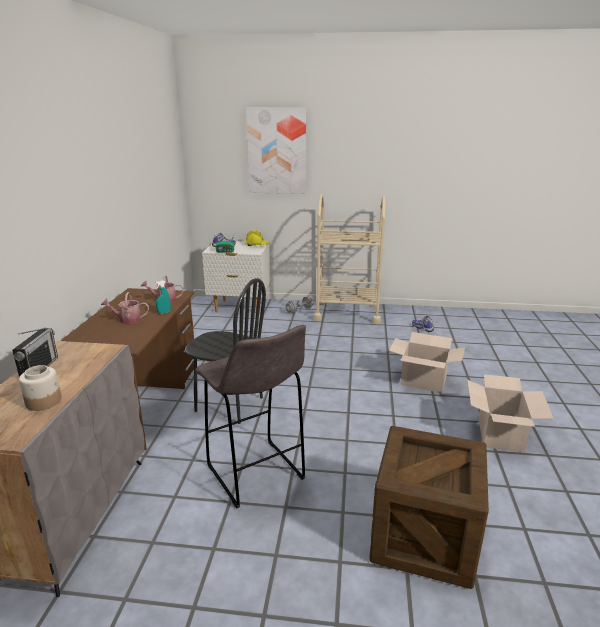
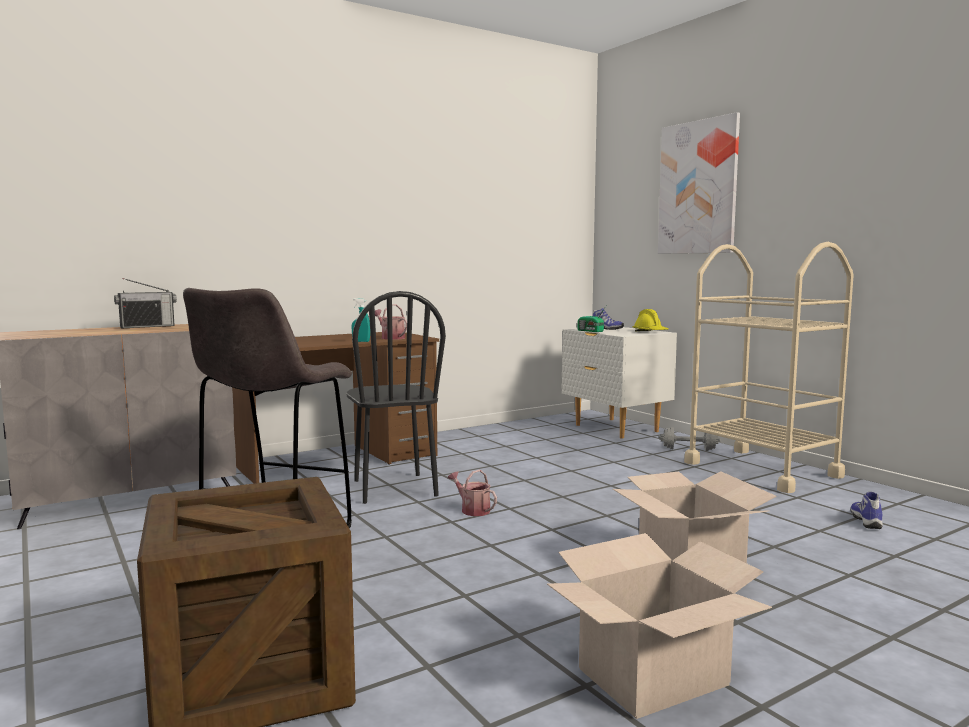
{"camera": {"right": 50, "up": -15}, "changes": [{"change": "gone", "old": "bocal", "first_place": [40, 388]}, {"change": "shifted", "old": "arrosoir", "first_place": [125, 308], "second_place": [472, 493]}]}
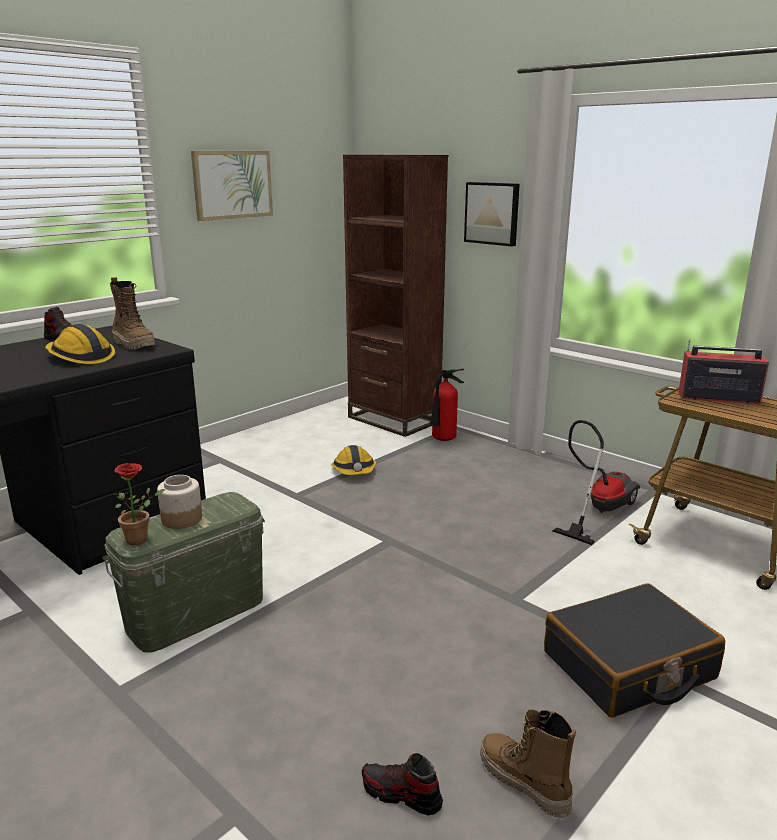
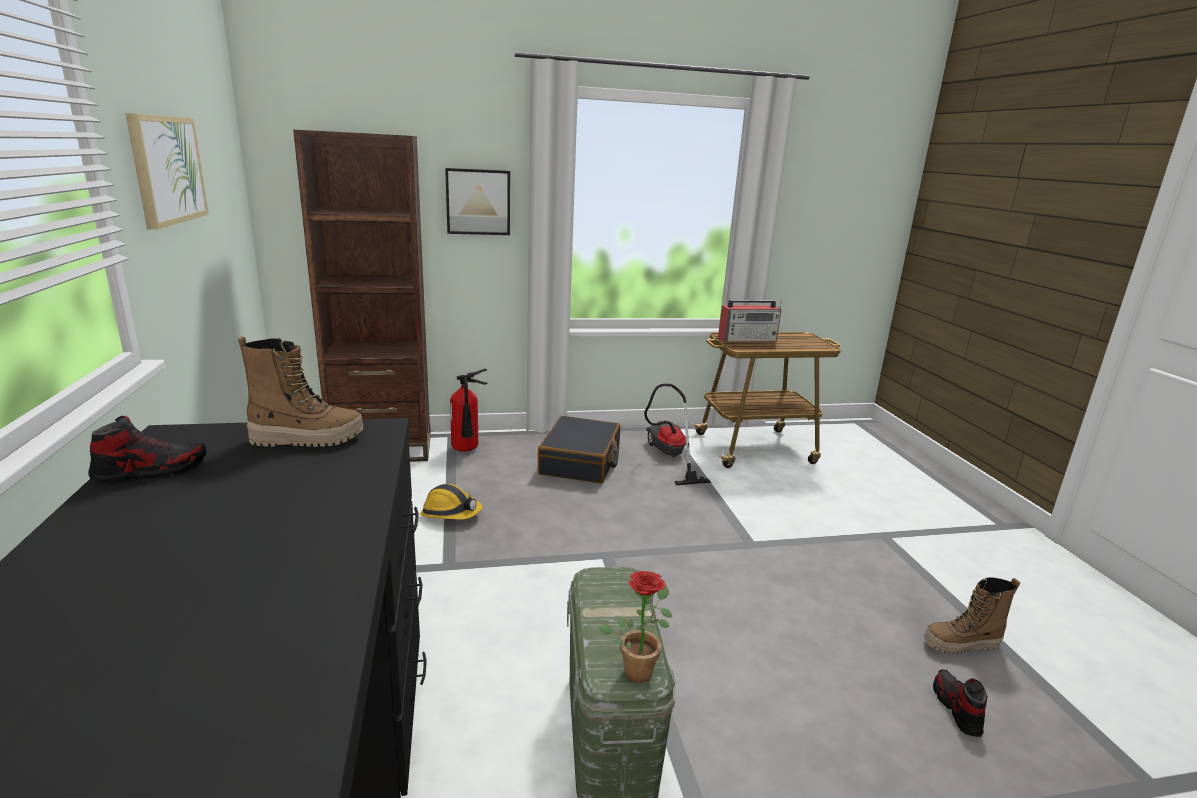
{"camera": {"right": -55, "up": 0}, "changes": [{"change": "gone", "old": "casque de chantier", "first_place": [80, 344]}, {"change": "gone", "old": "bocal", "first_place": [179, 502]}, {"change": "rotated", "old": "chaussure", "first_place": [402, 784], "second_place": [960, 703], "degrees": 120}, {"change": "shifted", "old": "valise [noir]", "first_place": [634, 650], "second_place": [579, 450]}, {"change": "rotated", "old": "radio", "first_place": [724, 372], "second_place": [750, 321], "degrees": -150}]}
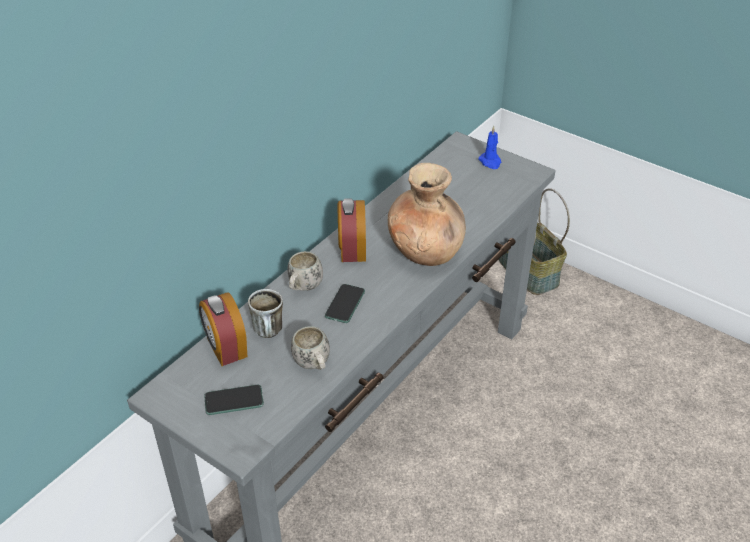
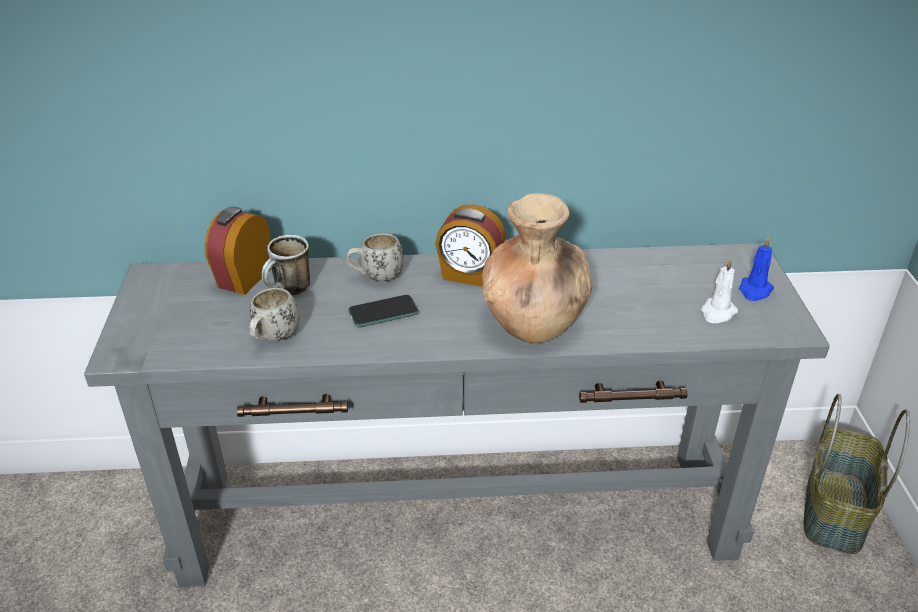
{"camera": {"right": 50, "up": -5}, "changes": [{"change": "gone", "old": "téléphone", "first_place": [234, 400]}, {"change": "rotated", "old": "réveil", "first_place": [351, 230], "second_place": [470, 246], "degrees": -120}, {"change": "new", "new": "bougie [blanc]", "second_place": [719, 290]}]}
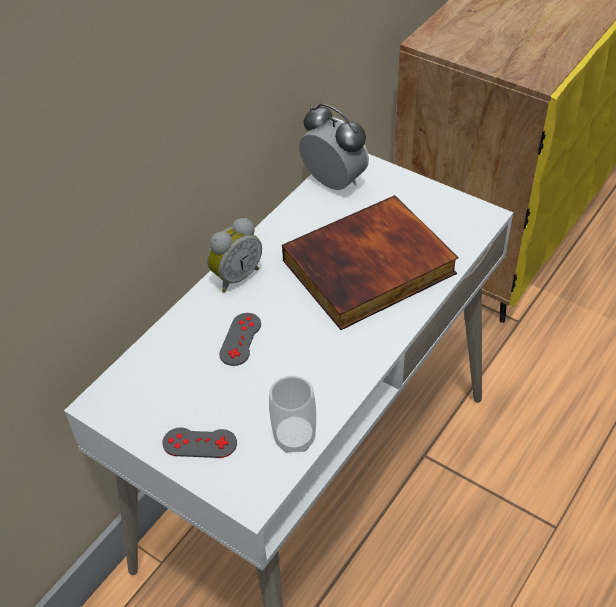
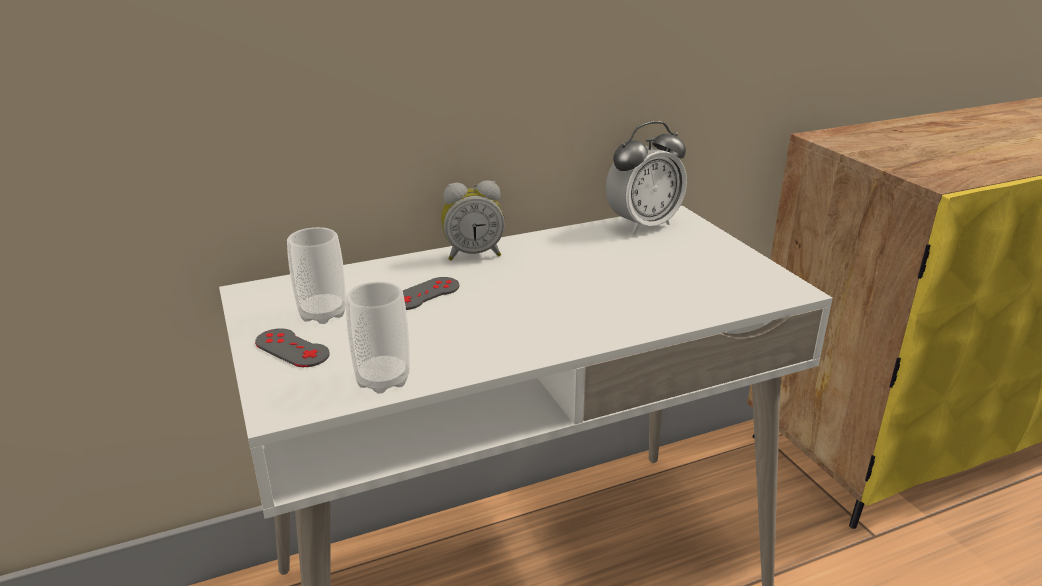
{"camera": {"right": 30, "up": -20}, "changes": [{"change": "gone", "old": "livre", "first_place": [370, 262]}, {"change": "rotated", "old": "réveil", "first_place": [334, 147], "second_place": [646, 177], "degrees": 75}, {"change": "new", "new": "tasse", "second_place": [316, 275]}]}
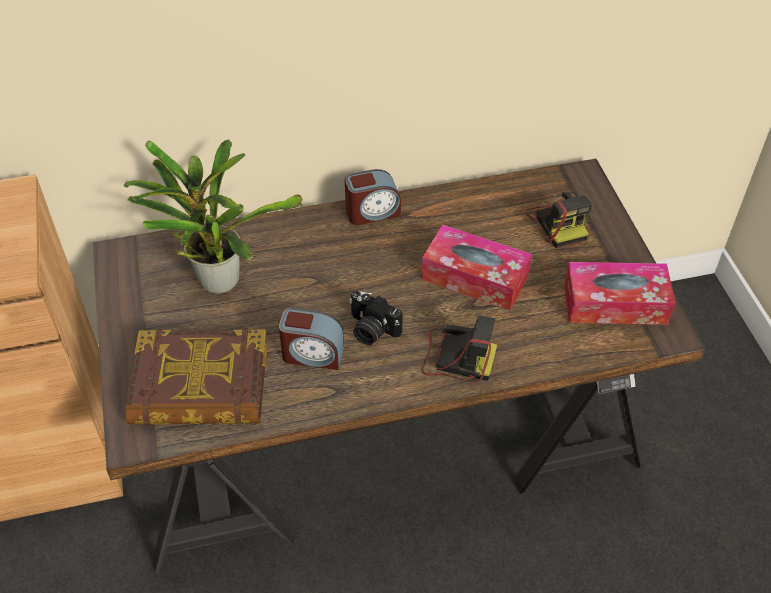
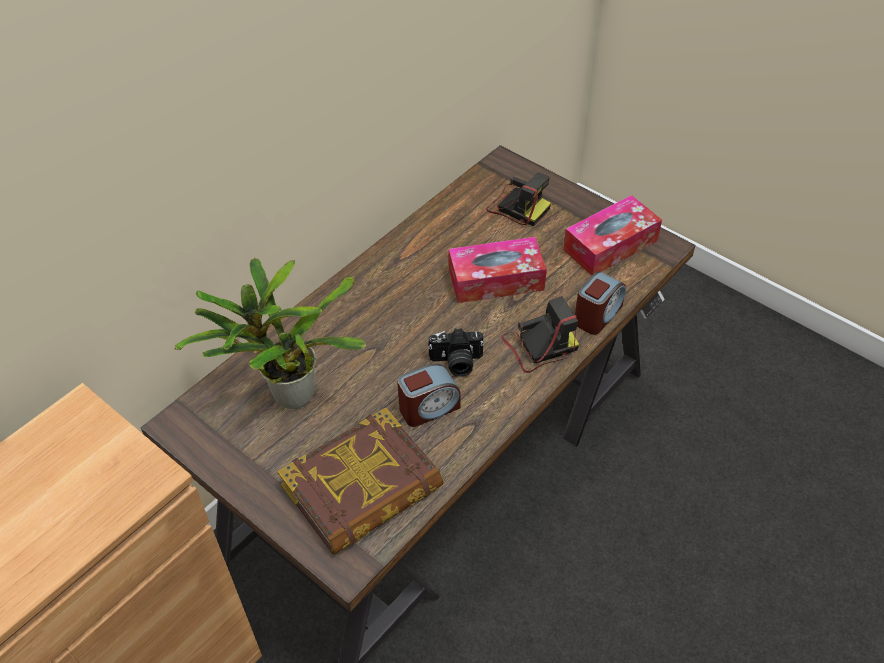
{"camera": {"right": -35, "up": 0}, "changes": [{"change": "shifted", "old": "réveil", "first_place": [373, 197], "second_place": [600, 303]}]}
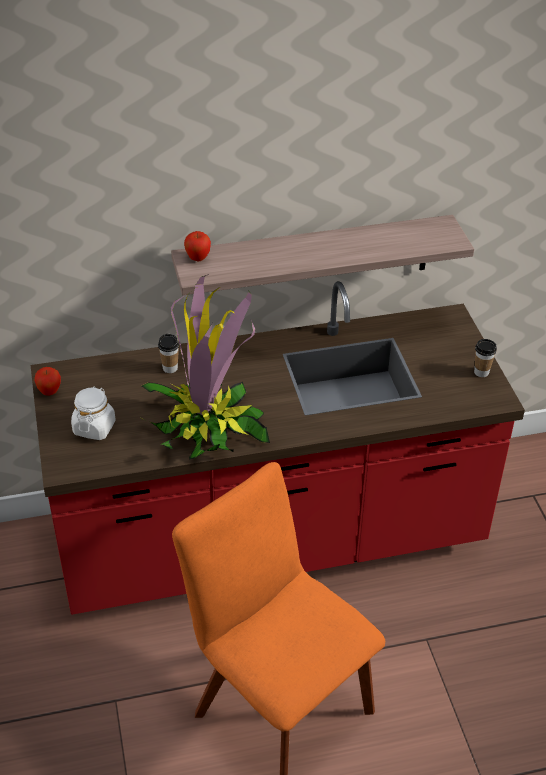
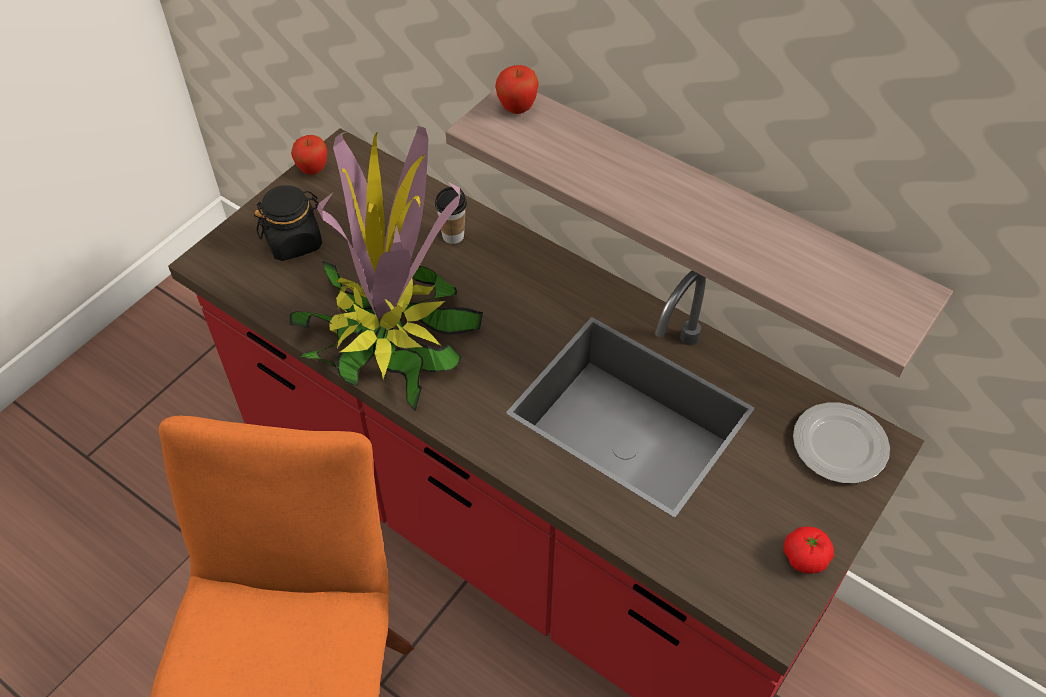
{"camera": {"right": 50, "up": 10}, "changes": [{"change": "repainted", "old": "bocal [blanc]", "new": "bocal [noir]", "first_place": [93, 413], "second_place": [288, 223]}, {"change": "swapped", "old": "tasse", "new": "tomate", "first_place": [485, 358], "second_place": [809, 550]}, {"change": "new", "new": "assiette", "second_place": [841, 443]}]}
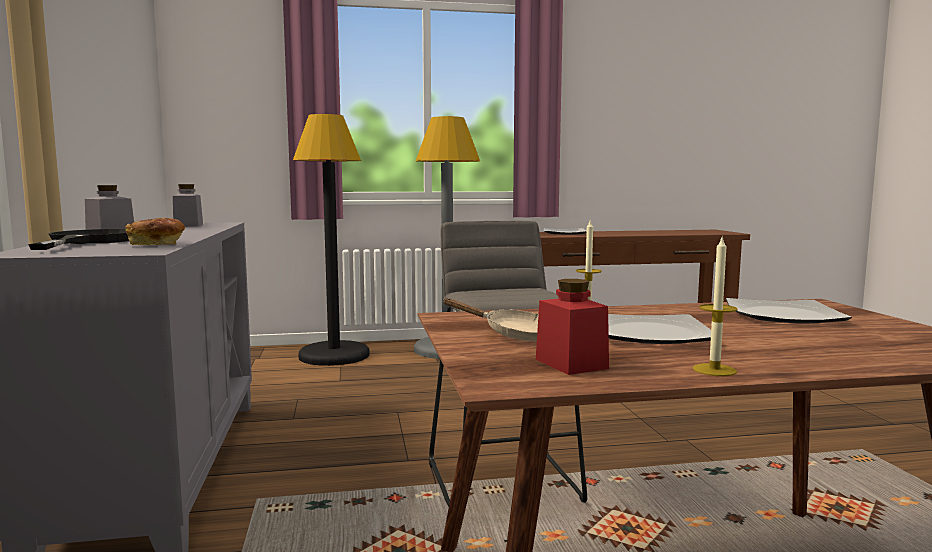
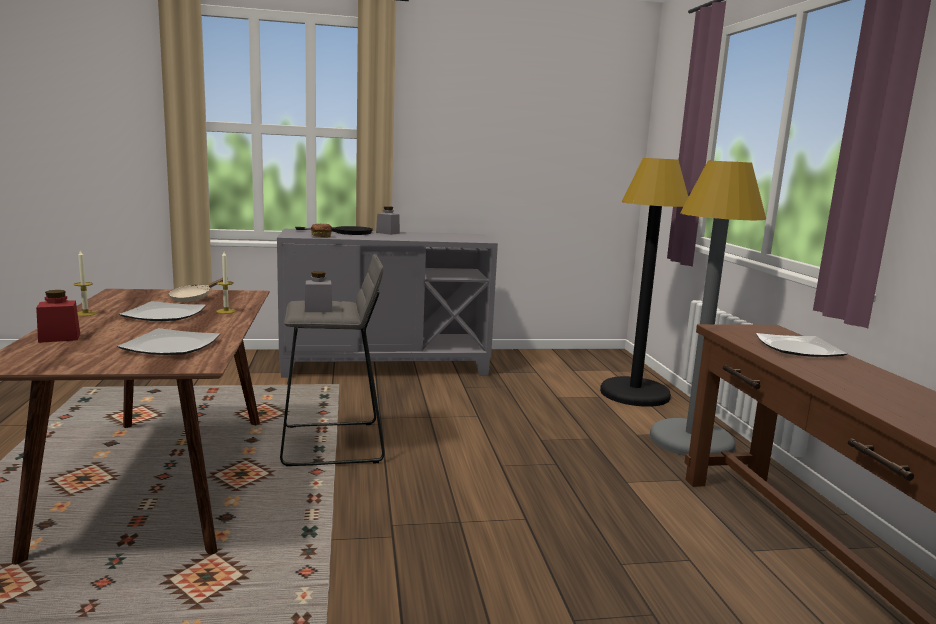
{"camera": {"right": 90, "up": 5}, "changes": [{"change": "shifted", "old": "bocal [gris]", "first_place": [188, 205], "second_place": [319, 291]}, {"change": "shifted", "old": "bocal [rouge]", "first_place": [572, 327], "second_place": [58, 316]}]}
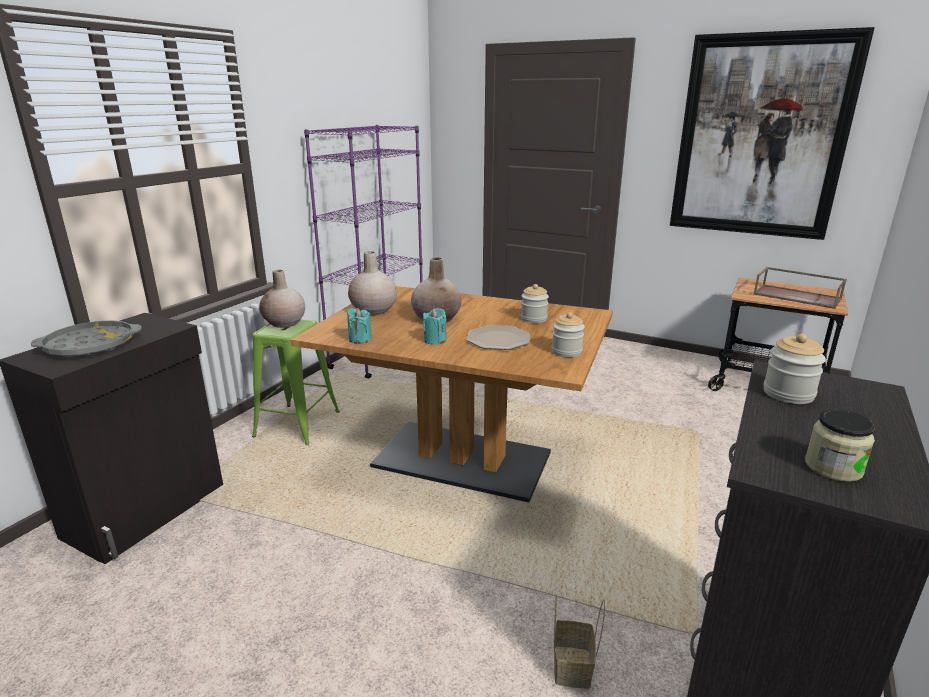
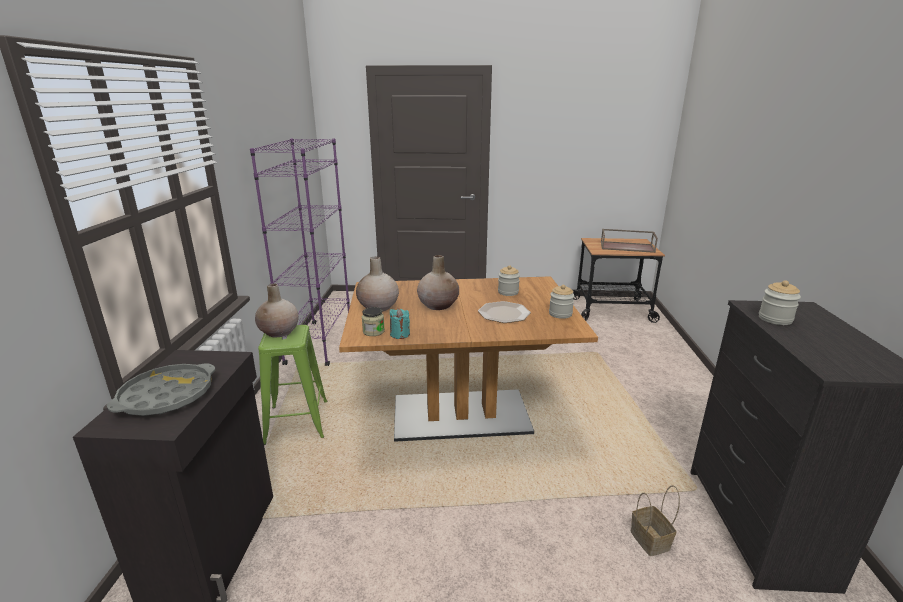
{"camera": {"right": -25, "up": 0}, "changes": [{"change": "gone", "old": "bougie [turquoise]", "first_place": [435, 326]}, {"change": "gone", "old": "tableau", "first_place": [772, 133]}, {"change": "shifted", "old": "bocal", "first_place": [840, 445], "second_place": [373, 321]}]}
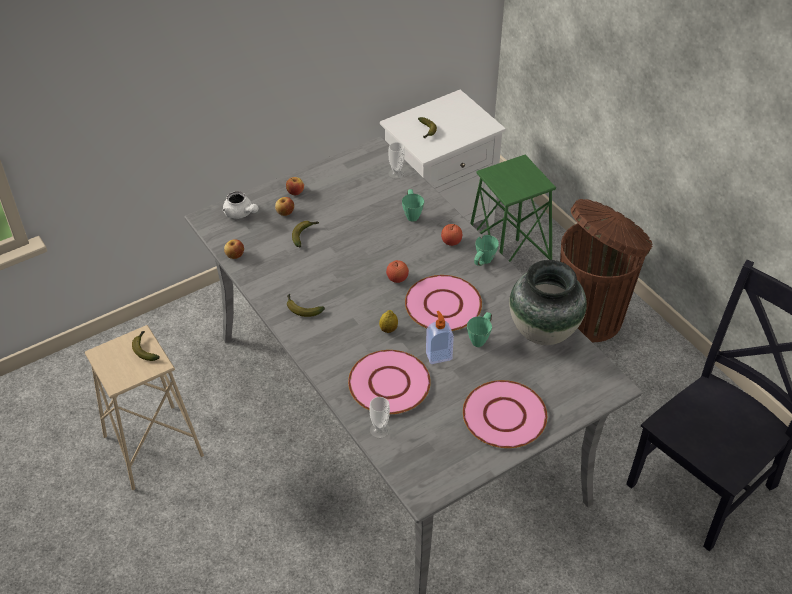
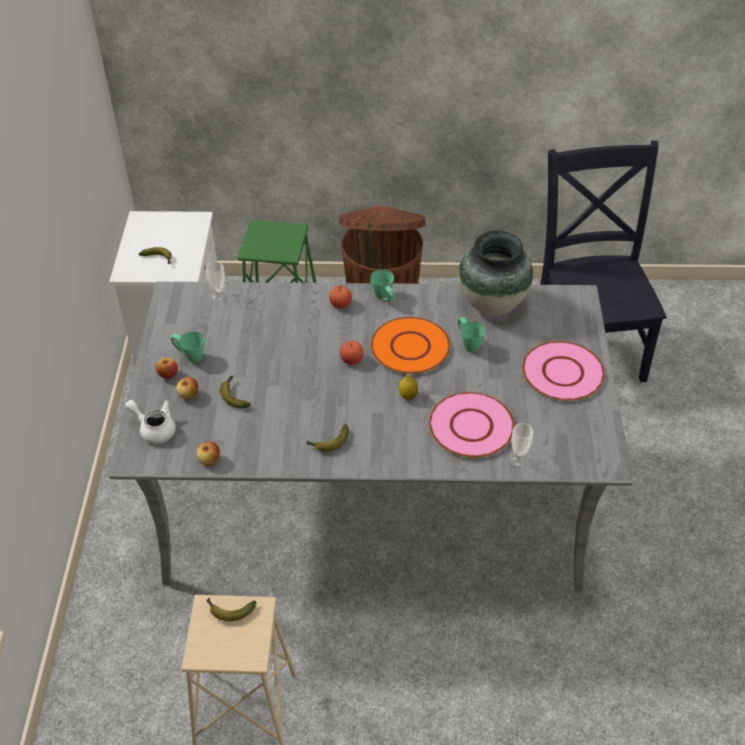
{"camera": {"right": -55, "up": 0}, "changes": [{"change": "rotated", "old": "théière [blanc]", "first_place": [241, 205], "second_place": [150, 422], "degrees": -135}, {"change": "shifted", "old": "mug [vert]", "first_place": [413, 205], "second_place": [188, 347]}, {"change": "repainted", "old": "assiette [rose]", "new": "assiette [orange]", "first_place": [443, 303], "second_place": [410, 345]}, {"change": "gone", "old": "distributeur de savon", "first_place": [440, 337]}]}
